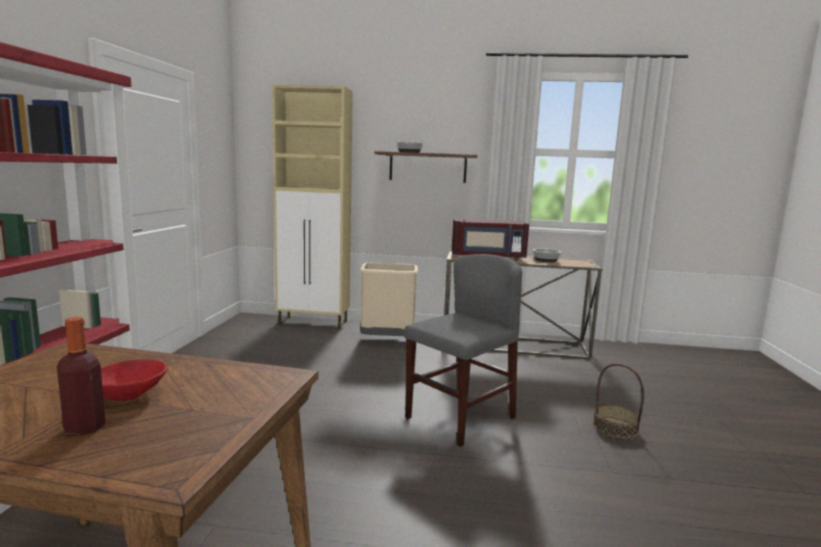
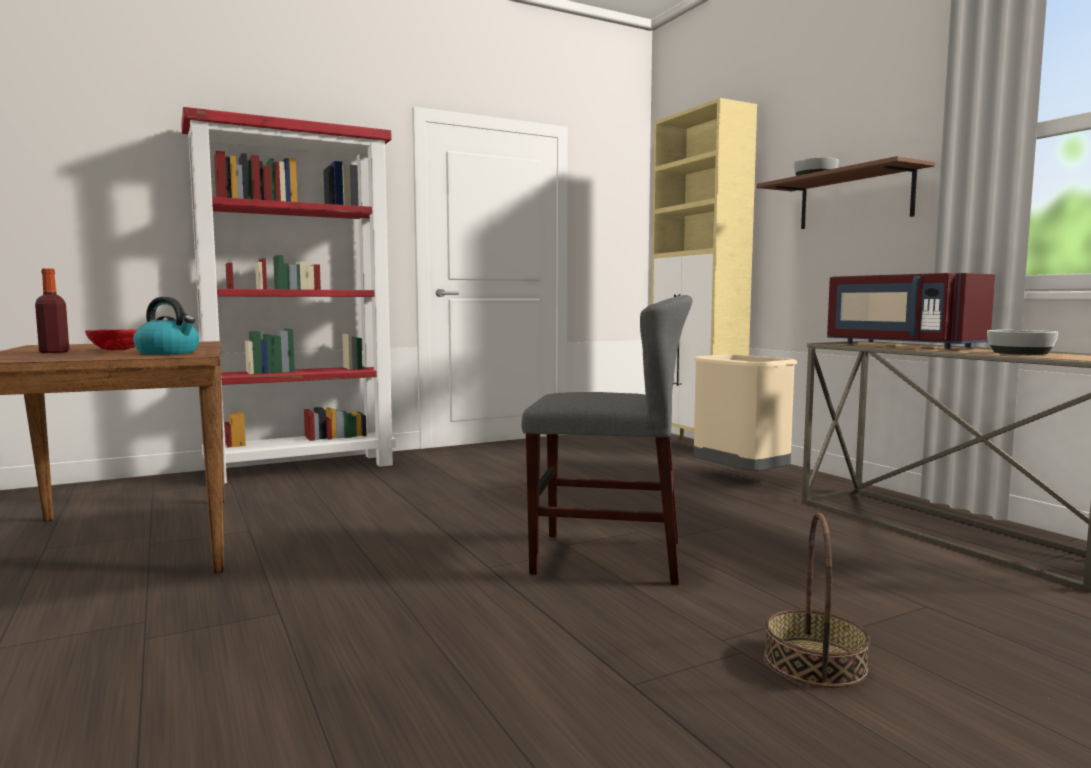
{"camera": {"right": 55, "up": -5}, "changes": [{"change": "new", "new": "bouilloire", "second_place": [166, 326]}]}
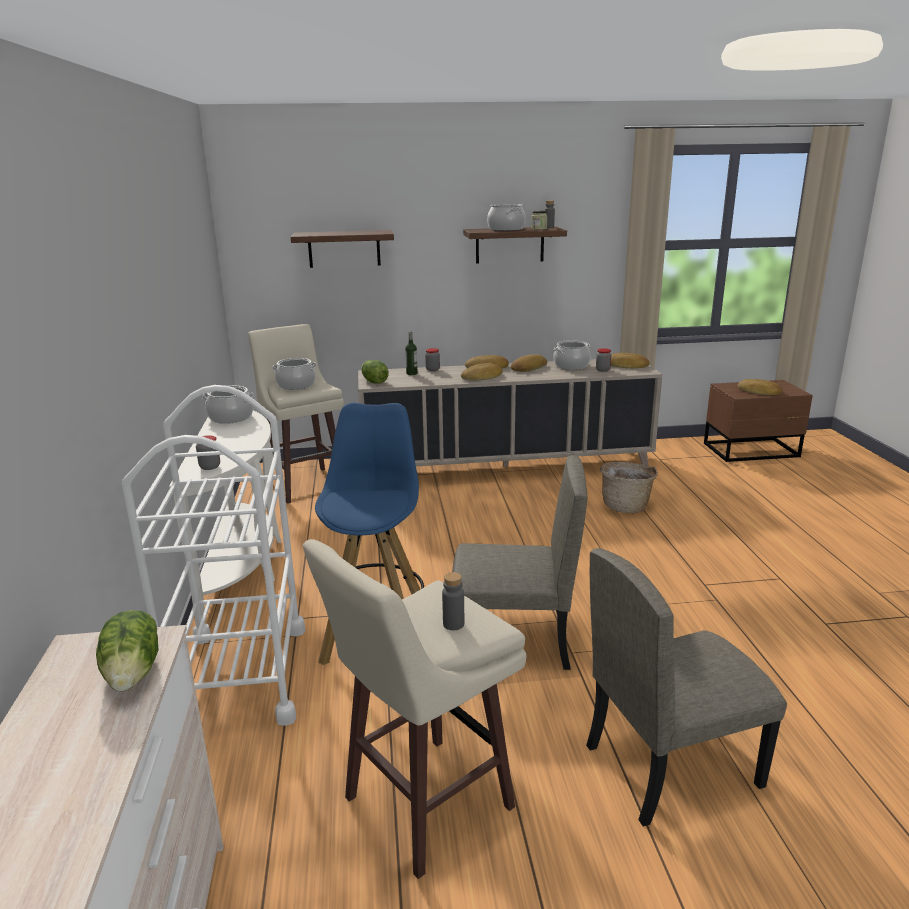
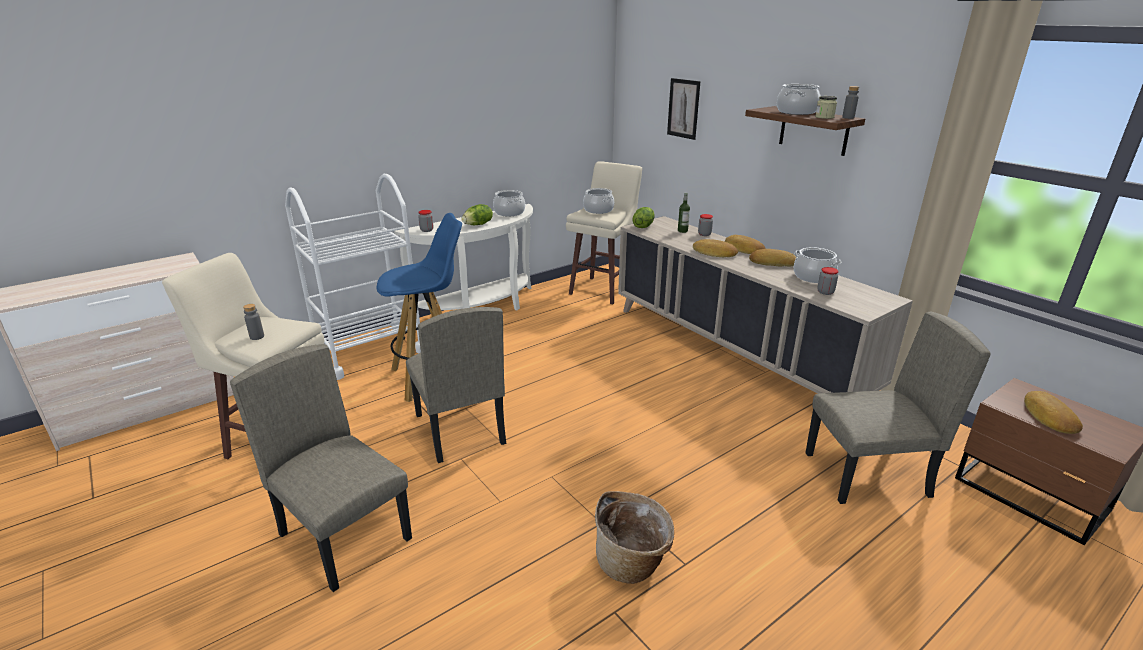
{"camera": {"right": 60, "up": 5}, "changes": [{"change": "shifted", "old": "laitue", "first_place": [127, 650], "second_place": [477, 214]}, {"change": "swapped", "old": "étagère", "new": "tableau", "first_place": [342, 249], "second_place": [683, 109]}, {"change": "shifted", "old": "panier", "first_place": [629, 487], "second_place": [634, 537]}, {"change": "gone", "old": "pain", "first_place": [630, 360]}, {"change": "new", "new": "chaise [beige]", "second_place": [898, 408]}]}
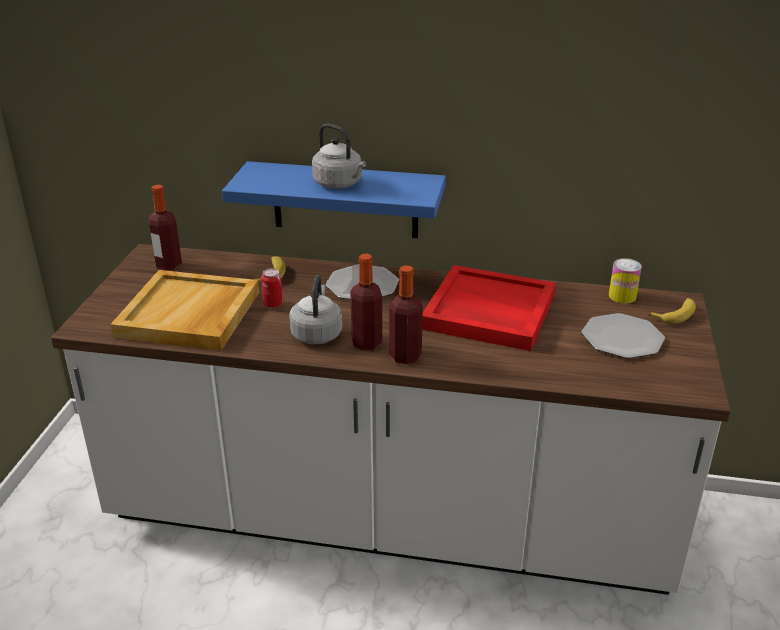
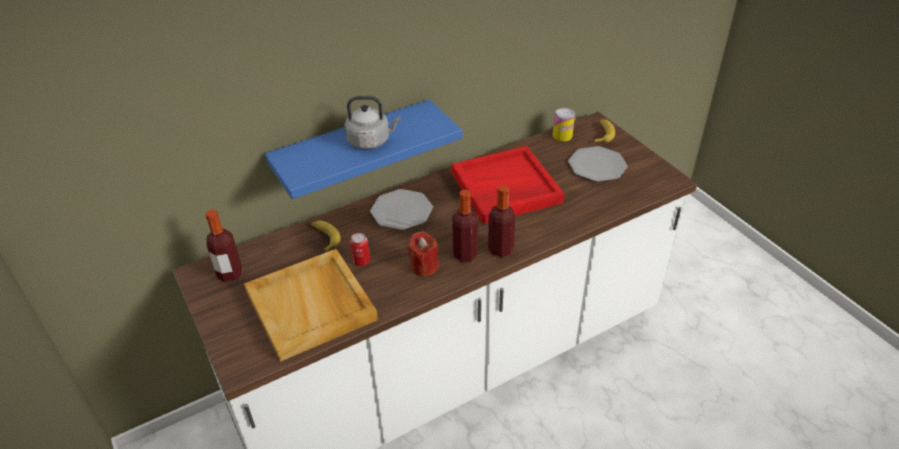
{"camera": {"right": -40, "up": 10}, "changes": [{"change": "swapped", "old": "bouilloire [gris]", "new": "bougie [rouge]", "first_place": [315, 310], "second_place": [423, 254]}]}
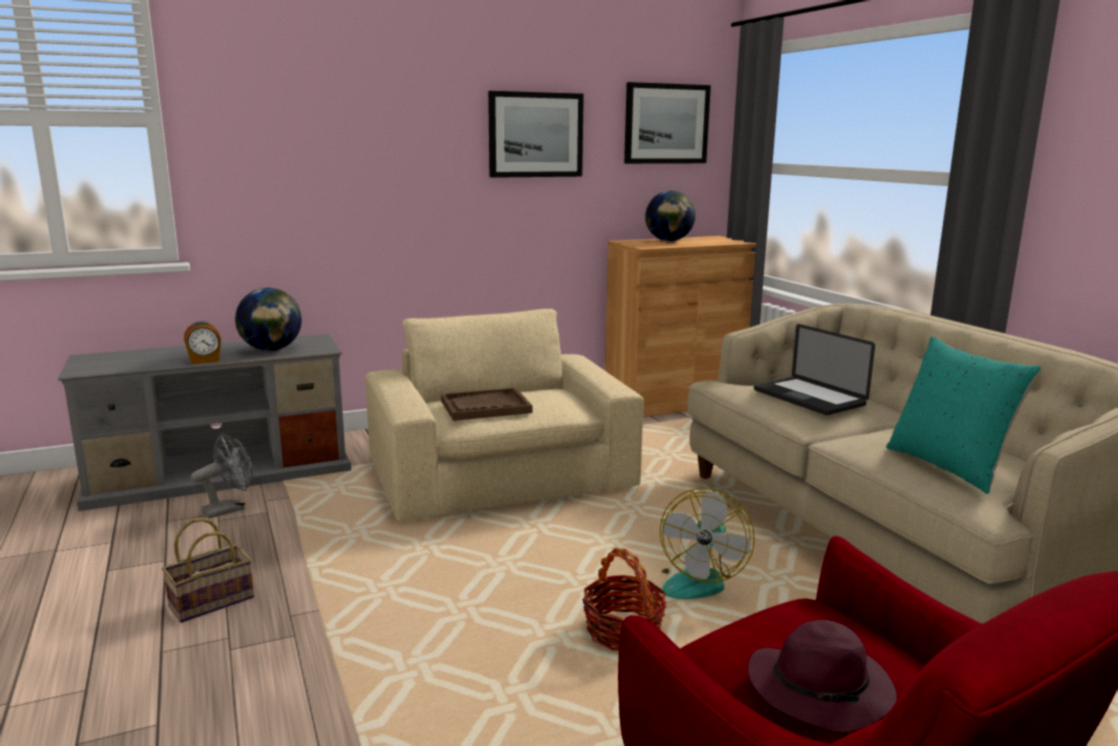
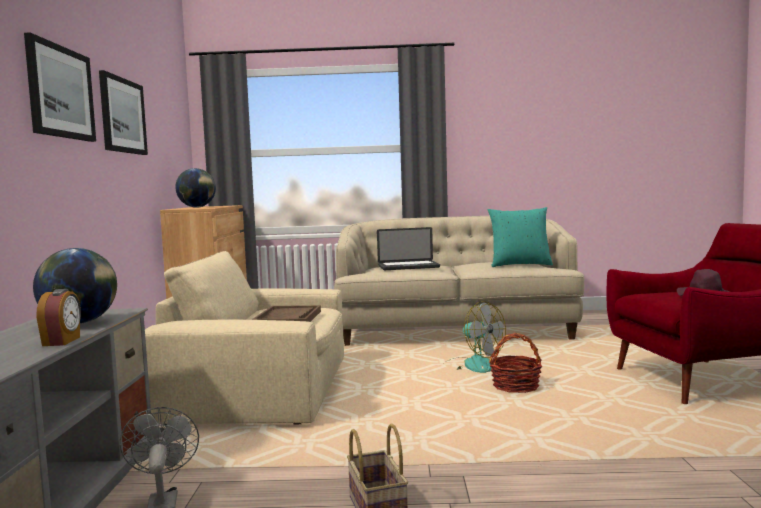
{"camera": {"right": -65, "up": -10}, "changes": [{"change": "shifted", "old": "tableau", "first_place": [667, 123], "second_place": [60, 87]}]}
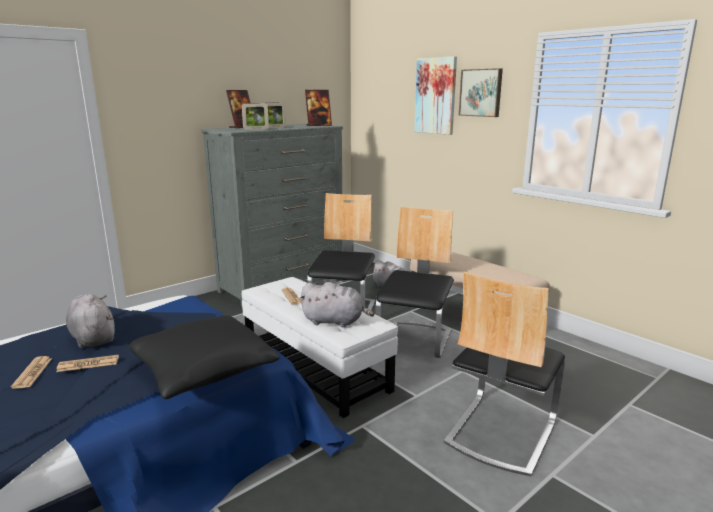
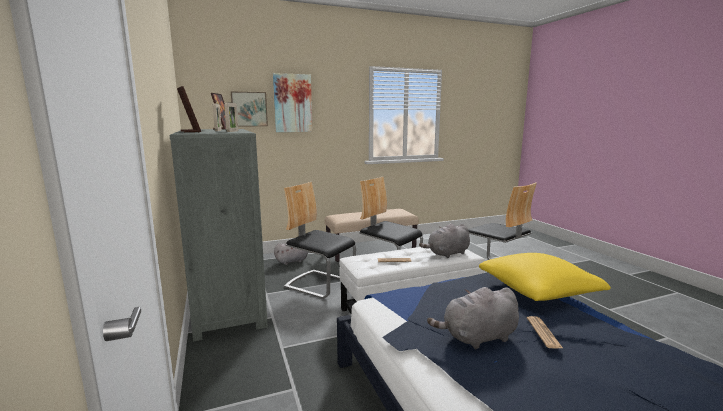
{"camera": {"right": -70, "up": -5}, "changes": [{"change": "gone", "old": "journal", "first_place": [31, 372]}, {"change": "repainted", "old": "coussin [noir]", "new": "coussin [jaune]", "first_place": [204, 357], "second_place": [545, 277]}, {"change": "rotated", "old": "peluche [gris]", "first_place": [336, 304], "second_place": [444, 240], "degrees": -150}, {"change": "shifted", "old": "tableau", "first_place": [481, 92], "second_place": [249, 109]}]}
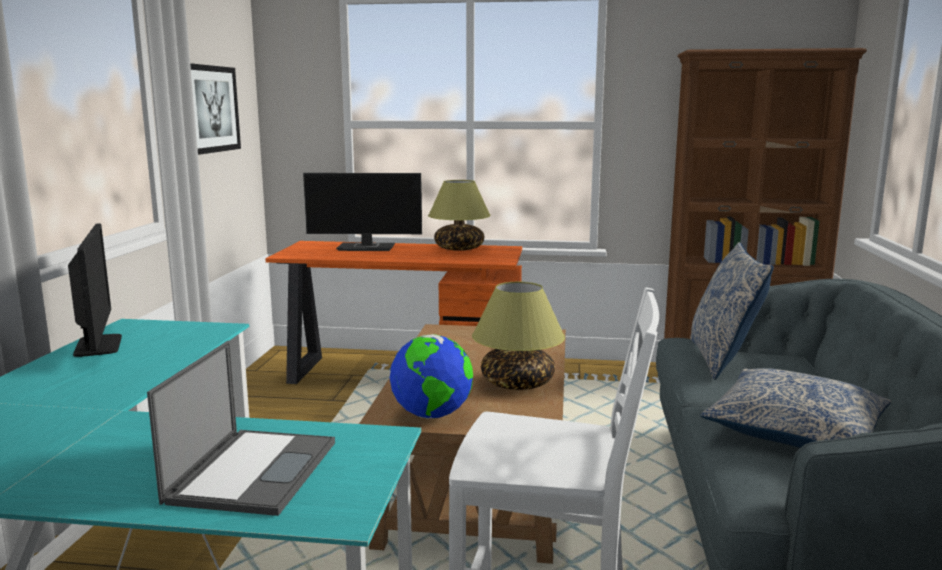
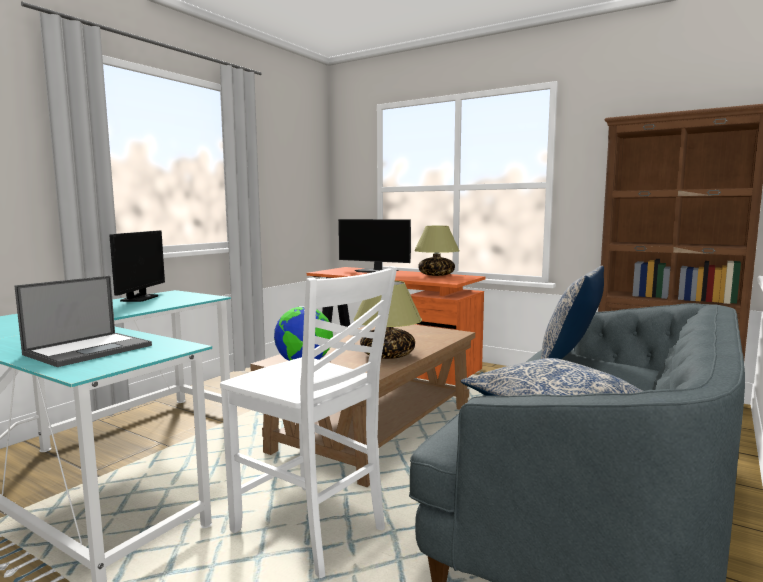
{"camera": {"right": 25, "up": -5}, "changes": [{"change": "gone", "old": "tableau", "first_place": [215, 109]}]}
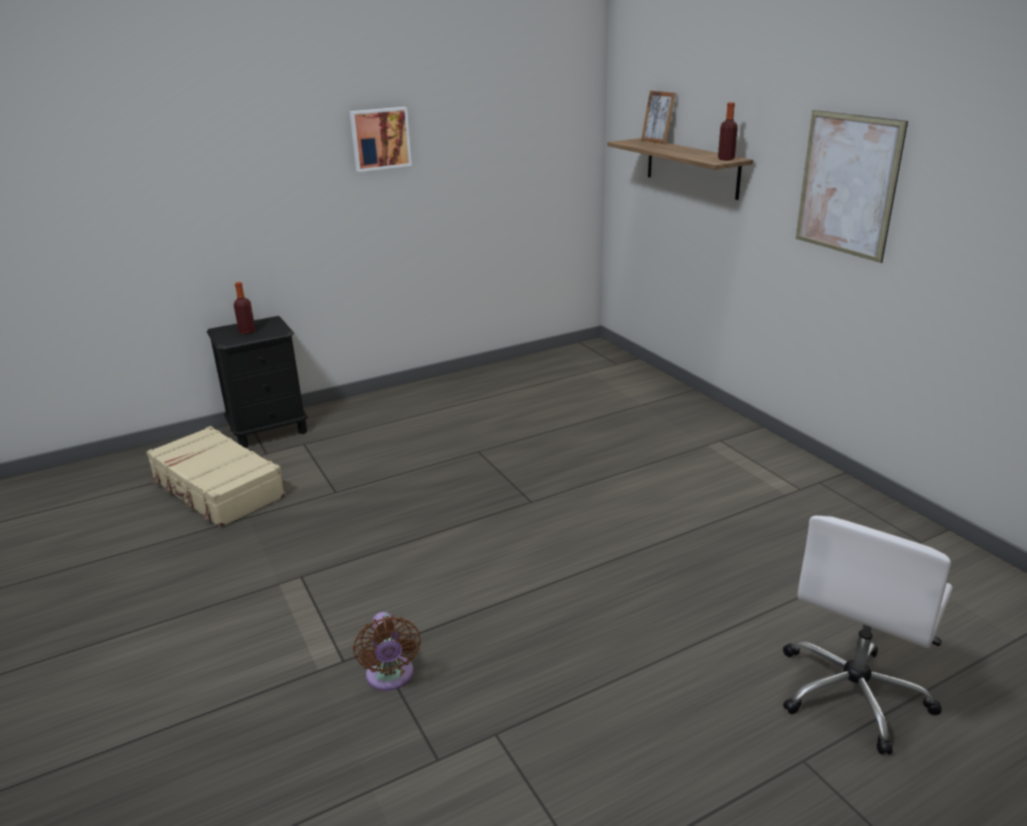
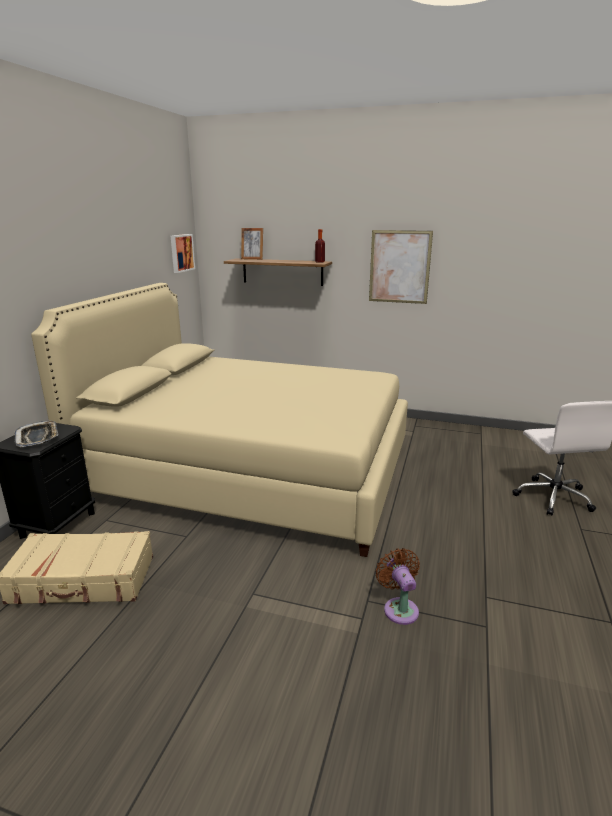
{"camera": {"right": -45, "up": -5}, "changes": [{"change": "swapped", "old": "bouteille", "new": "plateau", "first_place": [244, 308], "second_place": [36, 434]}, {"change": "shifted", "old": "tableau", "first_place": [381, 139], "second_place": [183, 253]}, {"change": "rotated", "old": "ventilateur [marron]", "first_place": [387, 651], "second_place": [398, 586], "degrees": -135}, {"change": "new", "new": "lit [beige]", "second_place": [219, 420]}]}
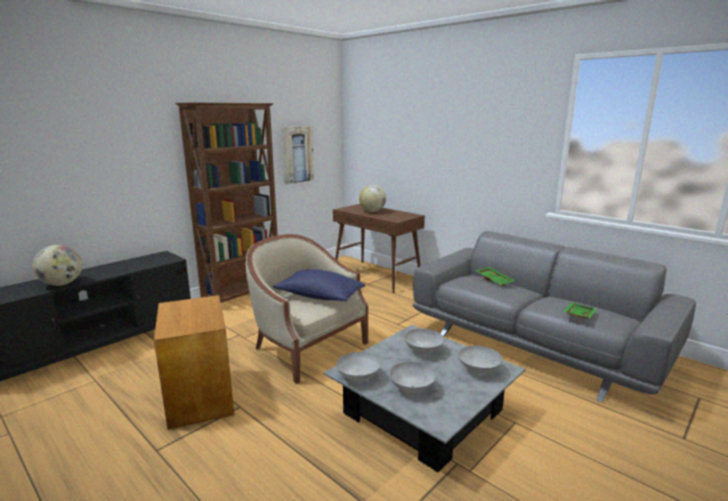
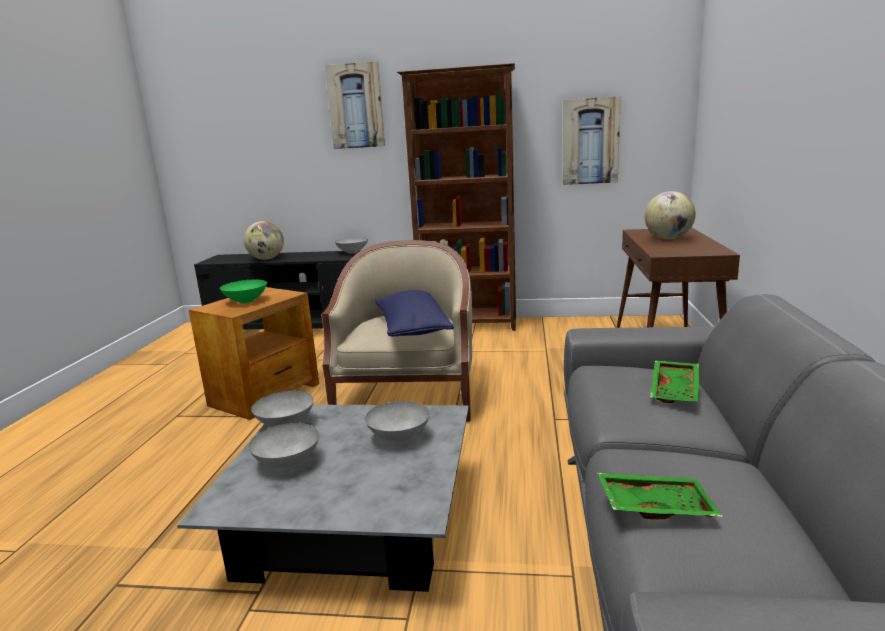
{"camera": {"right": 55, "up": 0}, "changes": [{"change": "shifted", "old": "bol [gris]", "first_place": [480, 360], "second_place": [351, 245]}, {"change": "new", "new": "bol [vert]", "second_place": [243, 291]}, {"change": "new", "new": "tableau", "second_place": [355, 105]}]}
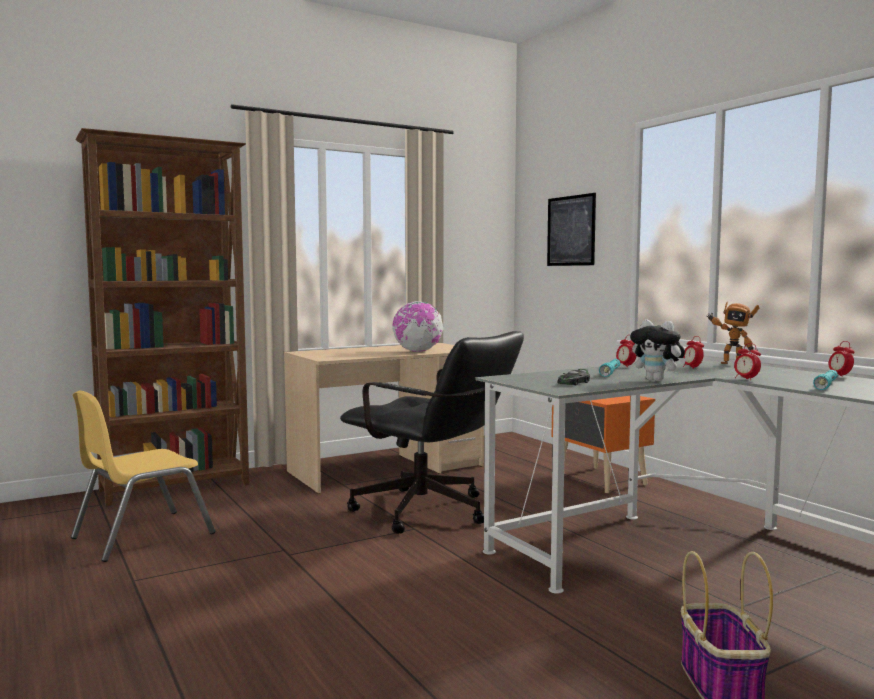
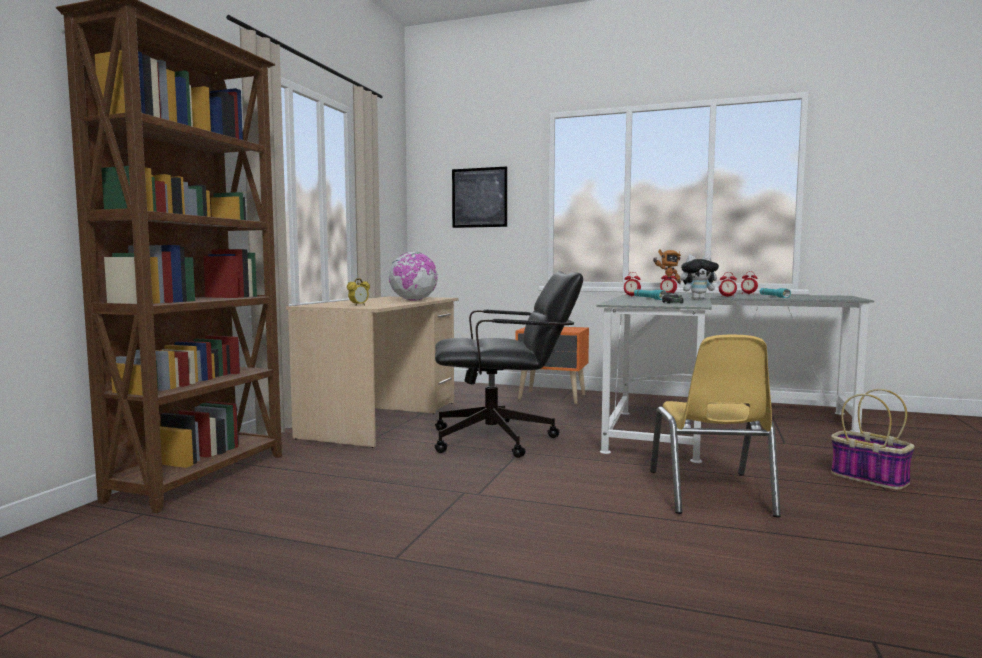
{"camera": {"right": -40, "up": 0}, "changes": [{"change": "shifted", "old": "chaise [jaune]", "first_place": [143, 476], "second_place": [715, 426]}, {"change": "new", "new": "réveil", "second_place": [358, 292]}]}
